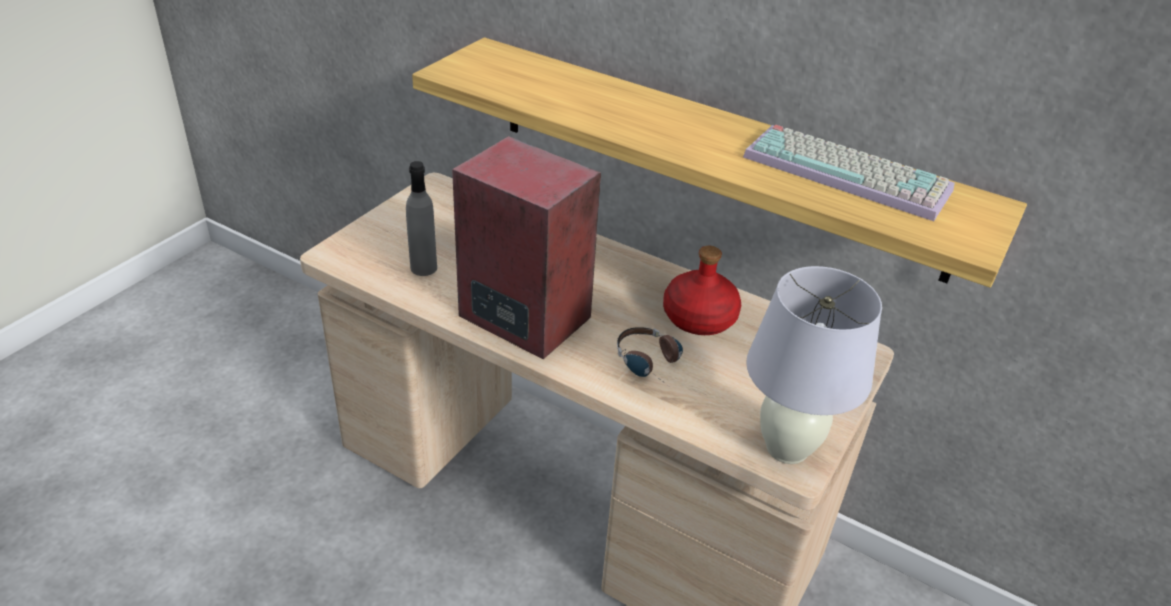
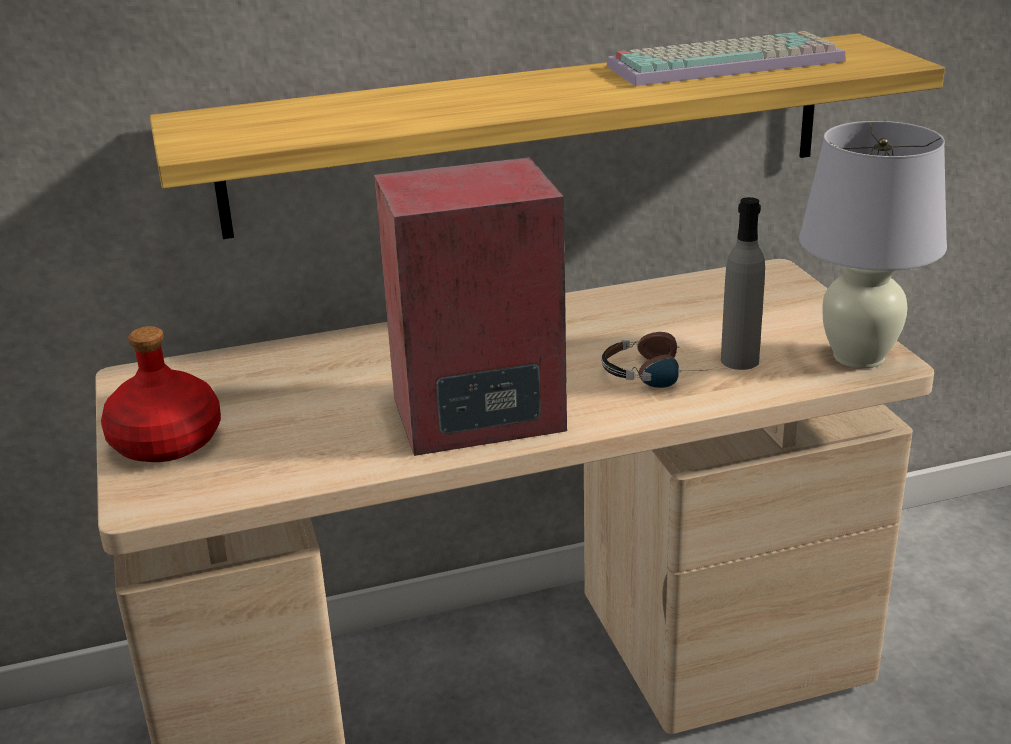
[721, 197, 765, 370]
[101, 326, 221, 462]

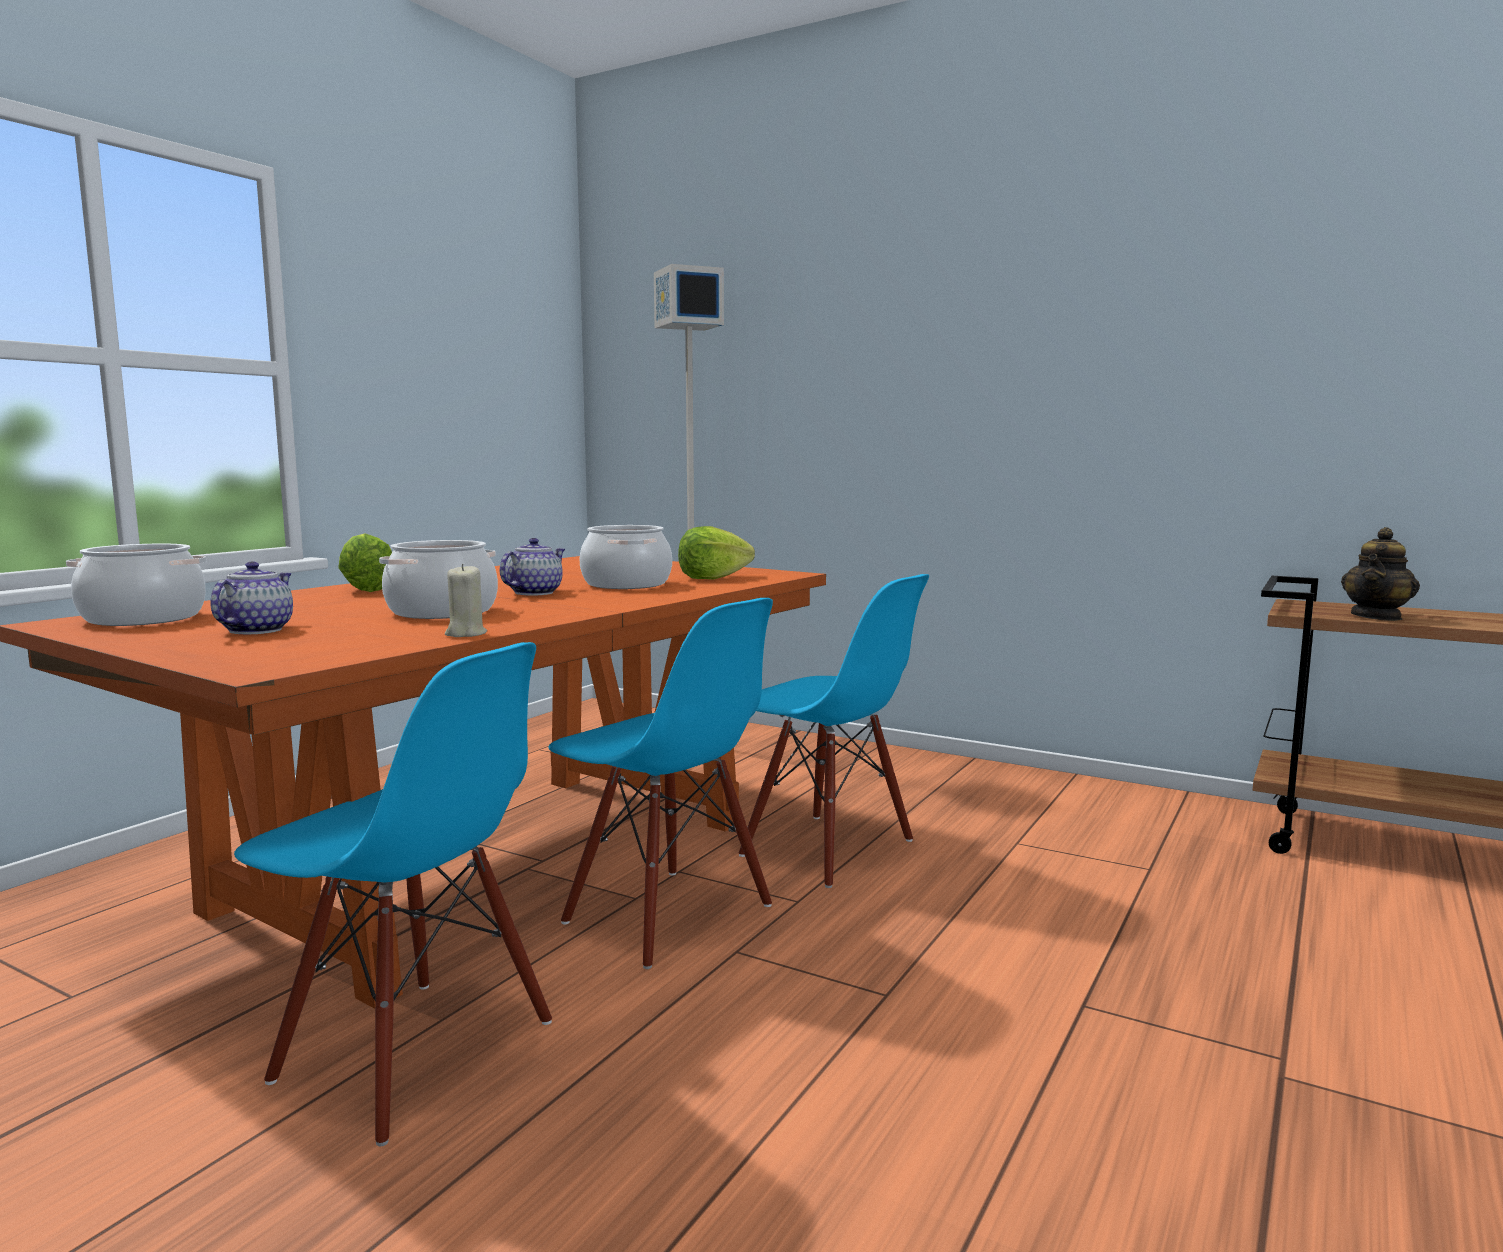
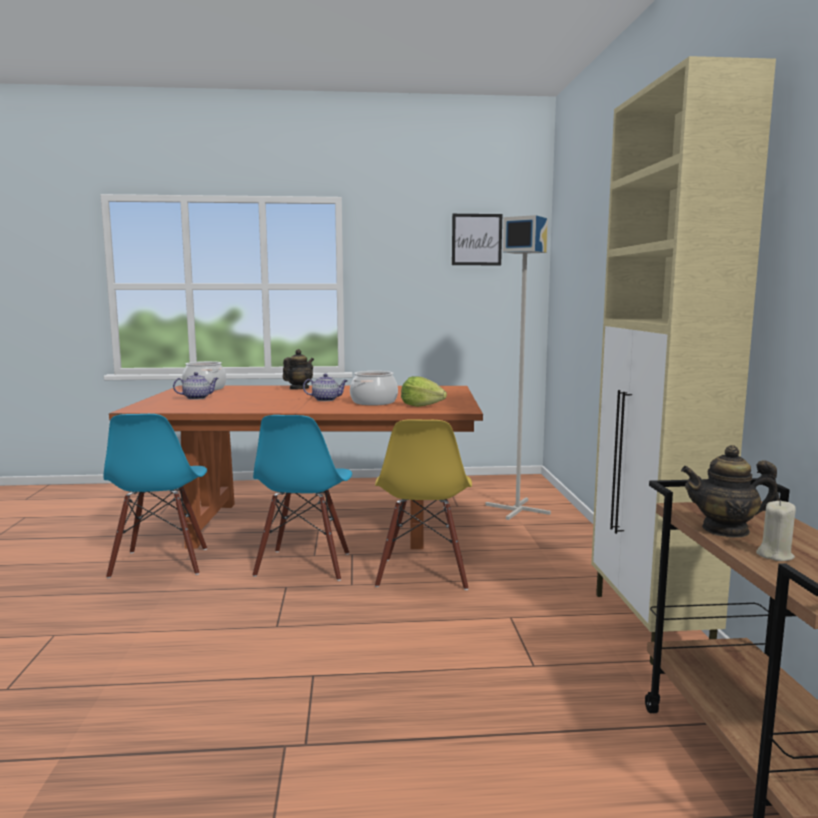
[283, 349, 314, 389]
[379, 540, 498, 619] (first image)
[756, 500, 796, 561]
[375, 419, 472, 590]
[591, 56, 776, 665]
[452, 214, 502, 265]

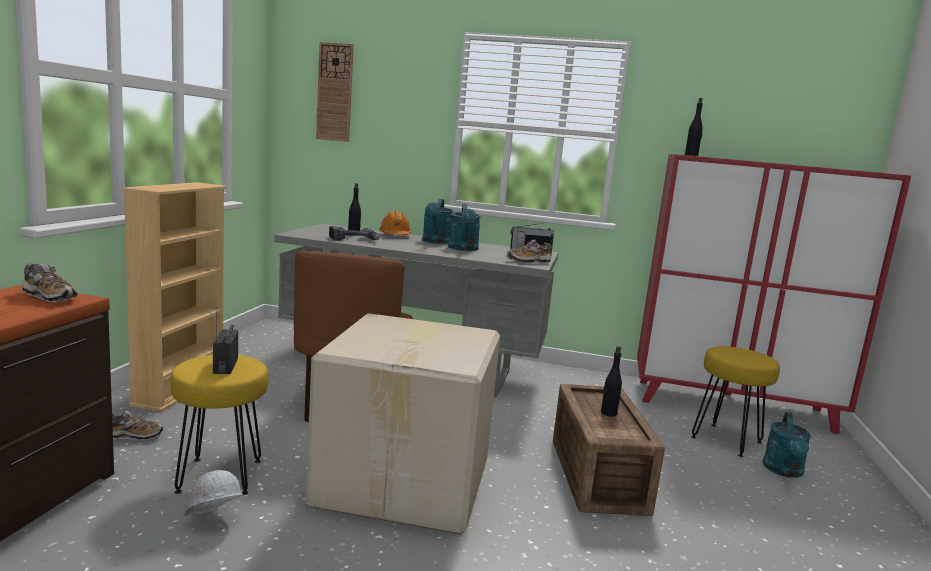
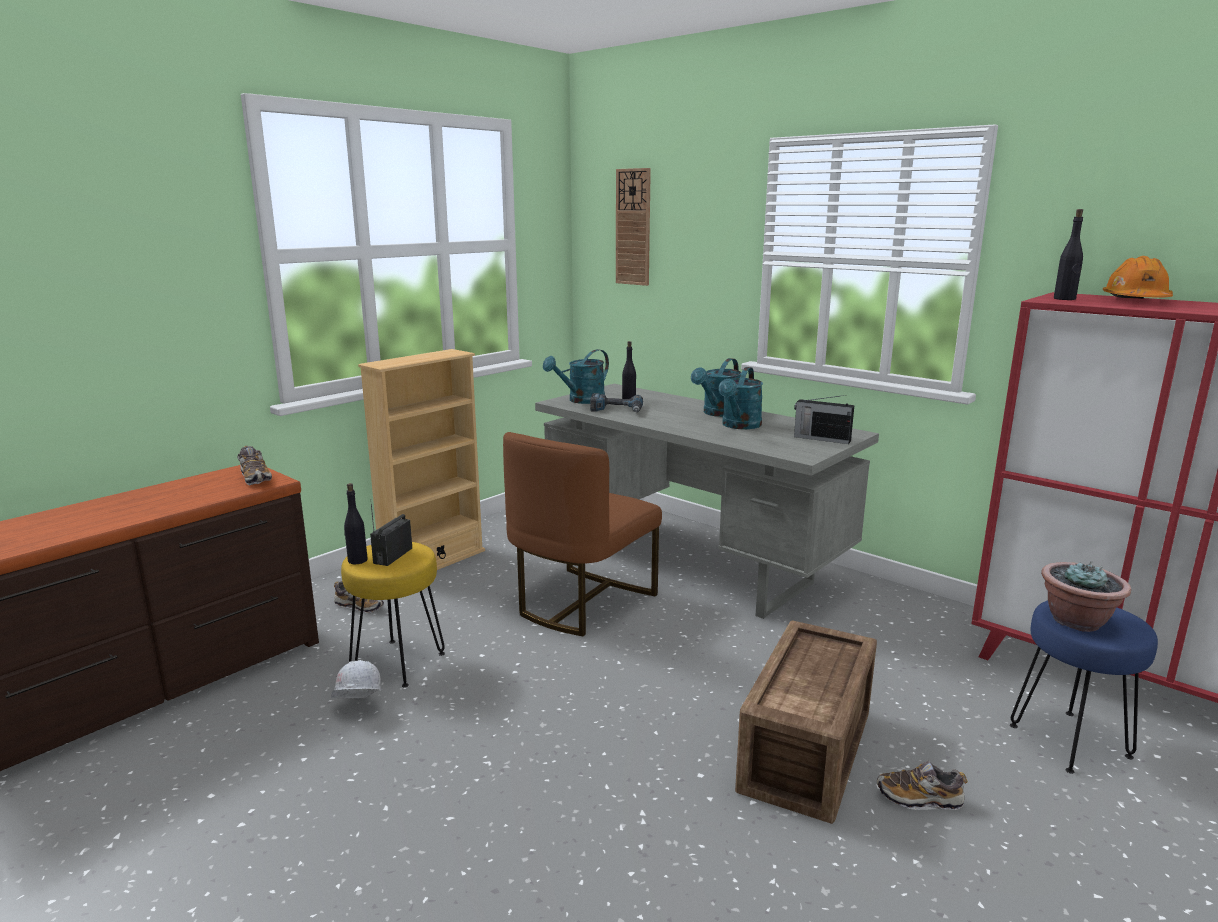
[1103, 256, 1173, 299]
[877, 761, 968, 810]
[306, 313, 500, 535] (first image)
[344, 483, 368, 564]
[1010, 600, 1158, 774]
[543, 349, 609, 404]
[1041, 562, 1131, 632]

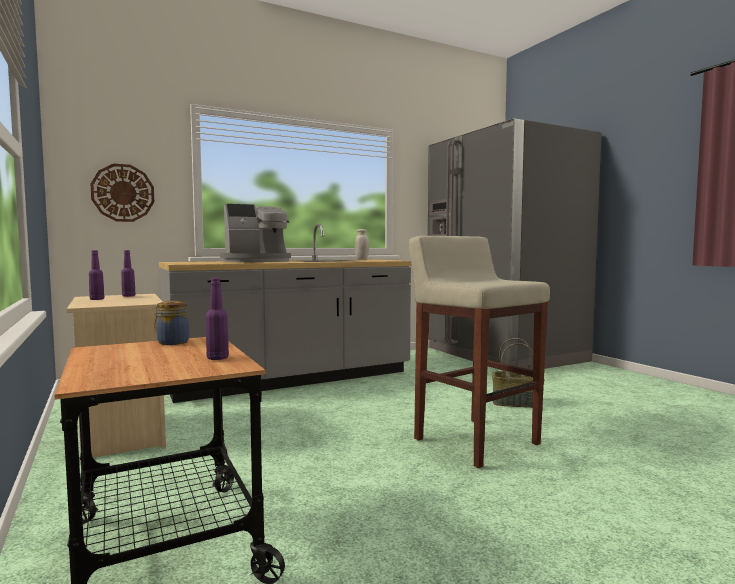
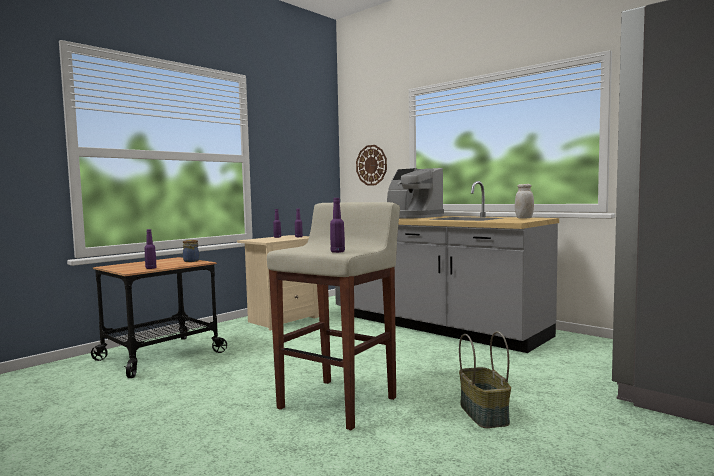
[330, 198, 345, 253]

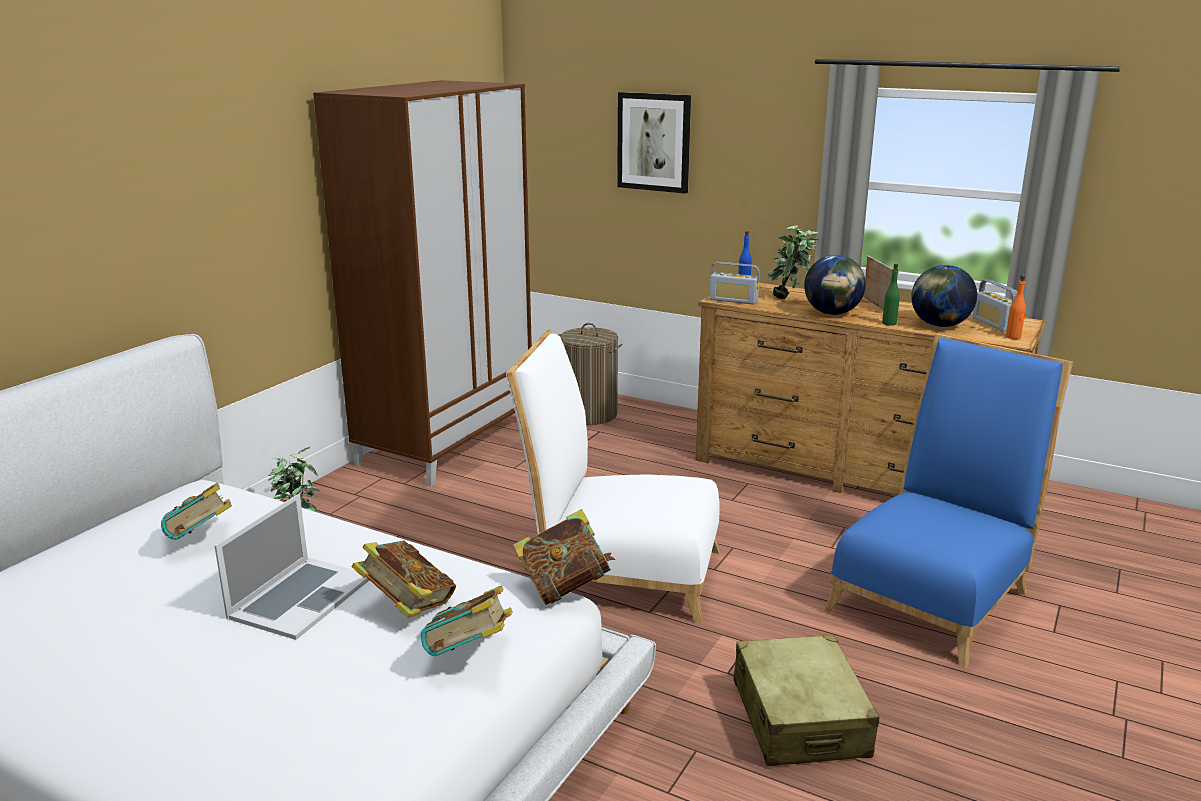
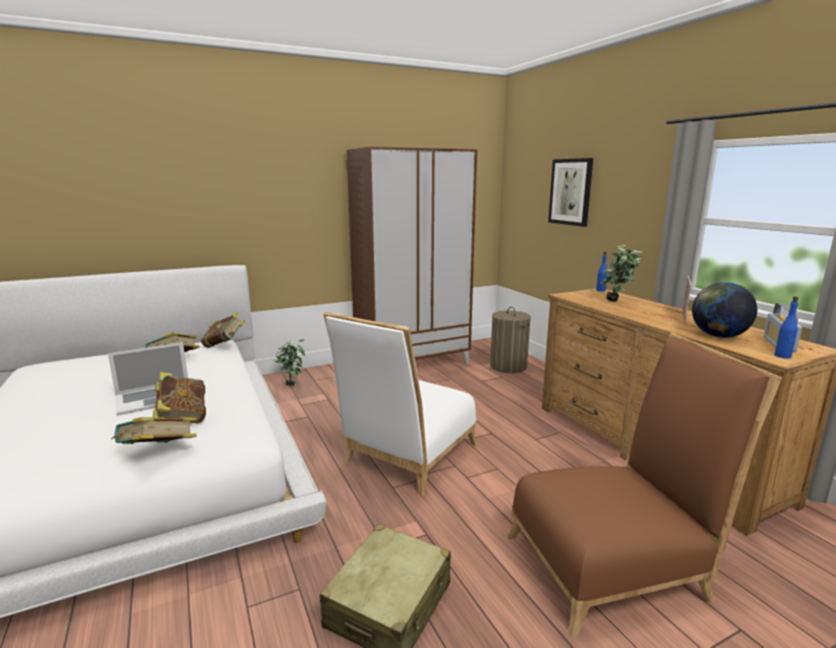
[804, 255, 866, 315] (first image)
[709, 262, 760, 305] (first image)
[882, 264, 900, 326] (first image)
[774, 296, 798, 358]
[323, 312, 477, 497]
[507, 333, 782, 638]
[201, 313, 245, 348]

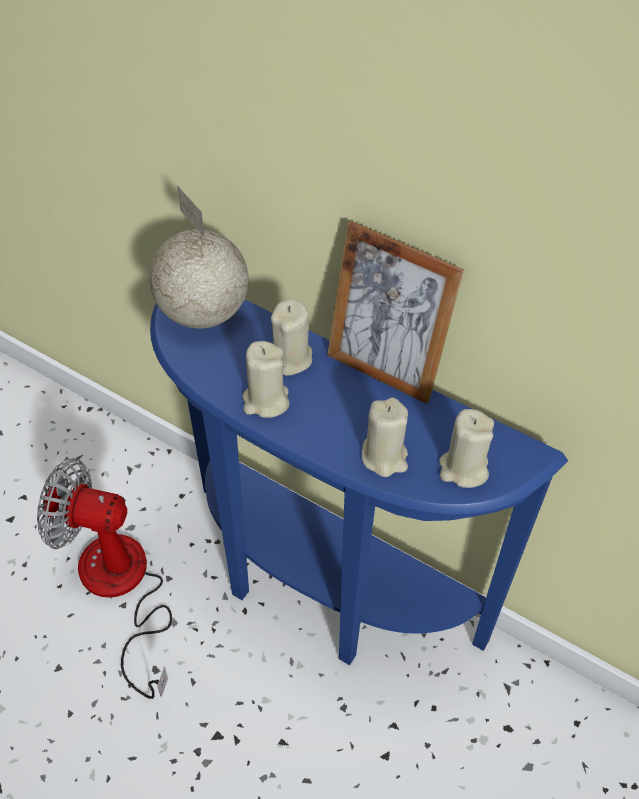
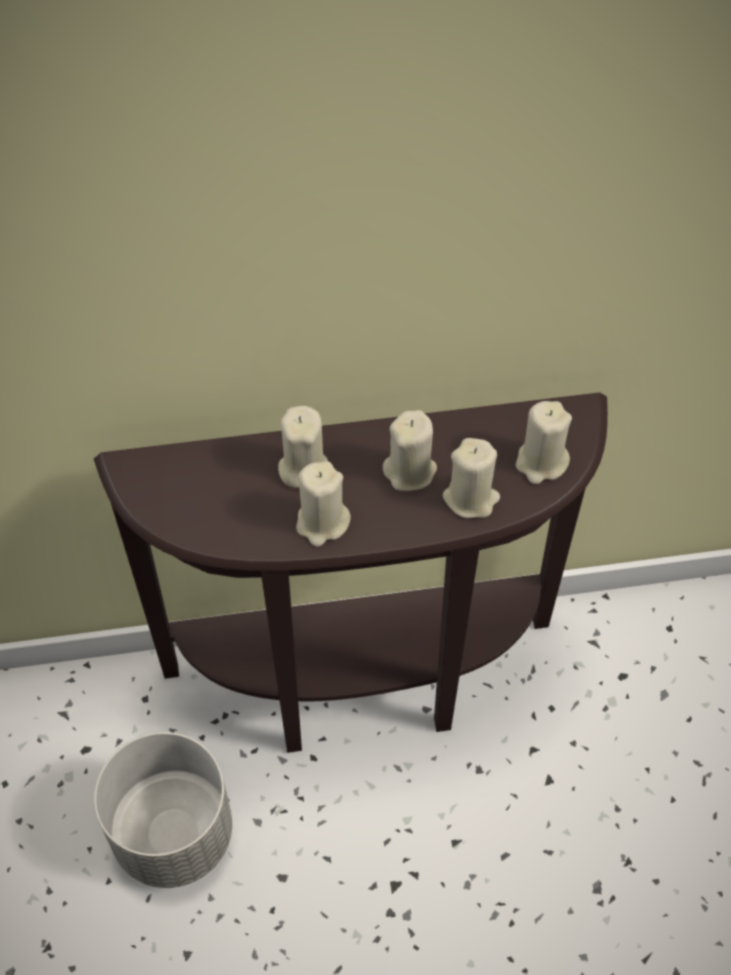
[149, 186, 249, 329] (first image)
[327, 221, 464, 404] (first image)
[94, 393, 608, 753]
[94, 732, 232, 888]
[383, 410, 437, 491]

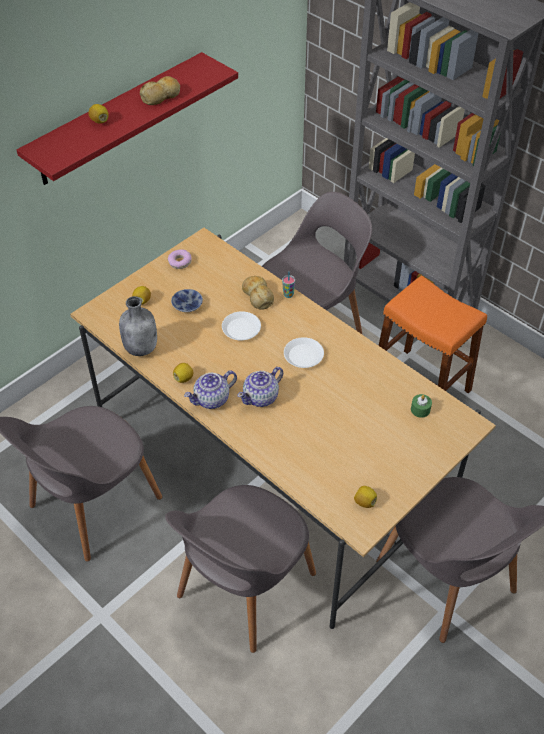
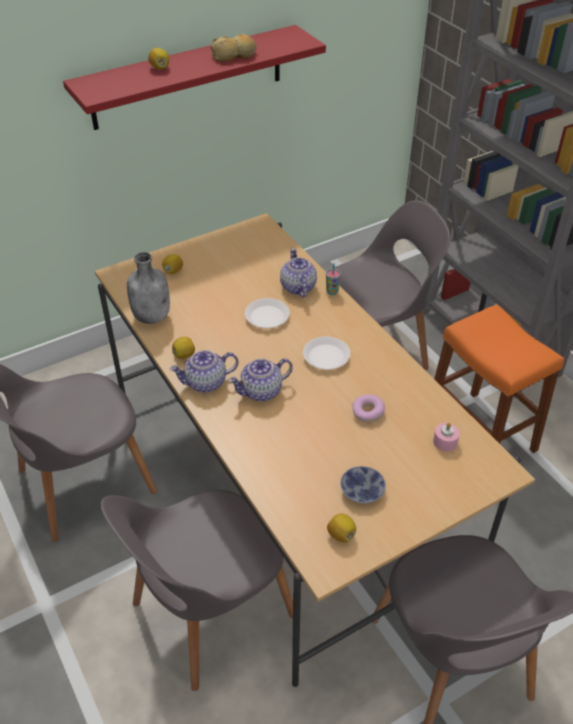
[352, 395, 385, 422]
[280, 248, 317, 298]
[340, 466, 386, 503]
[433, 423, 460, 452]

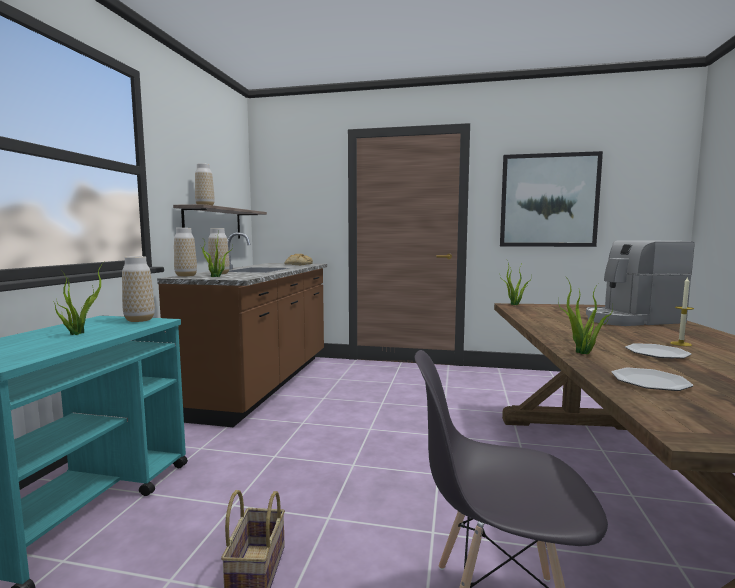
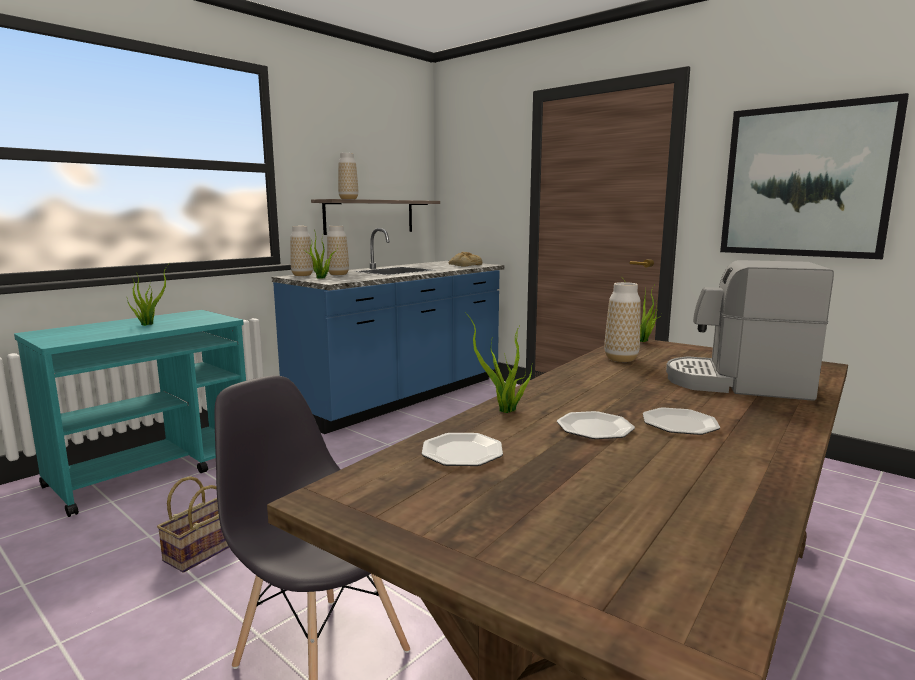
[272, 228, 504, 434]
[604, 282, 641, 362]
[643, 407, 720, 435]

